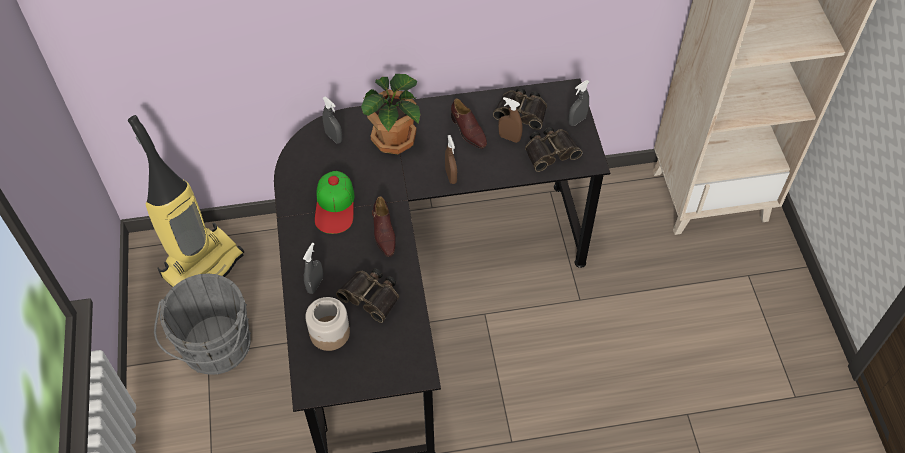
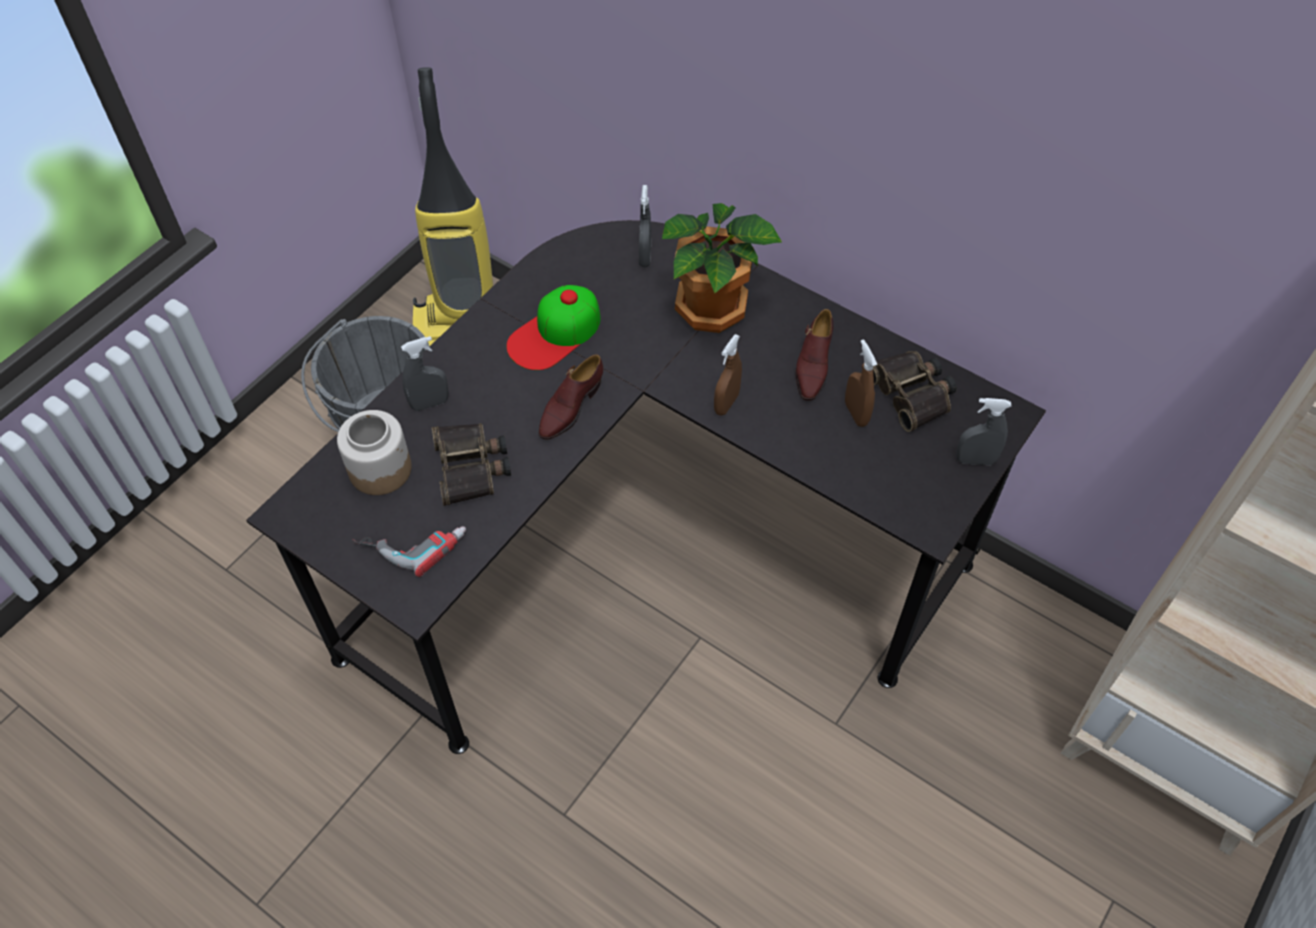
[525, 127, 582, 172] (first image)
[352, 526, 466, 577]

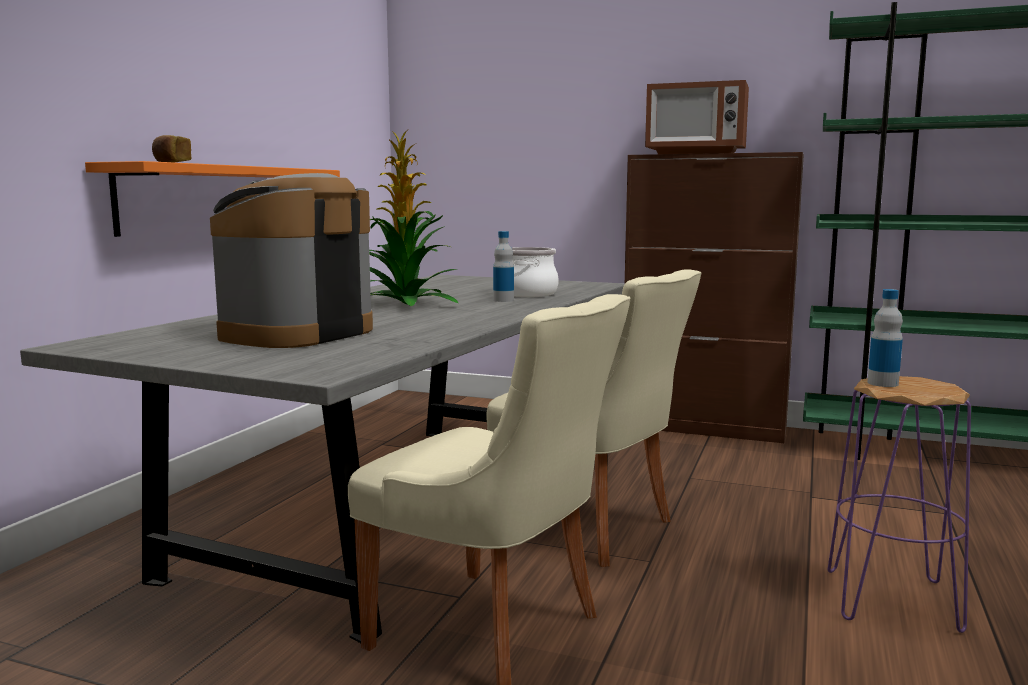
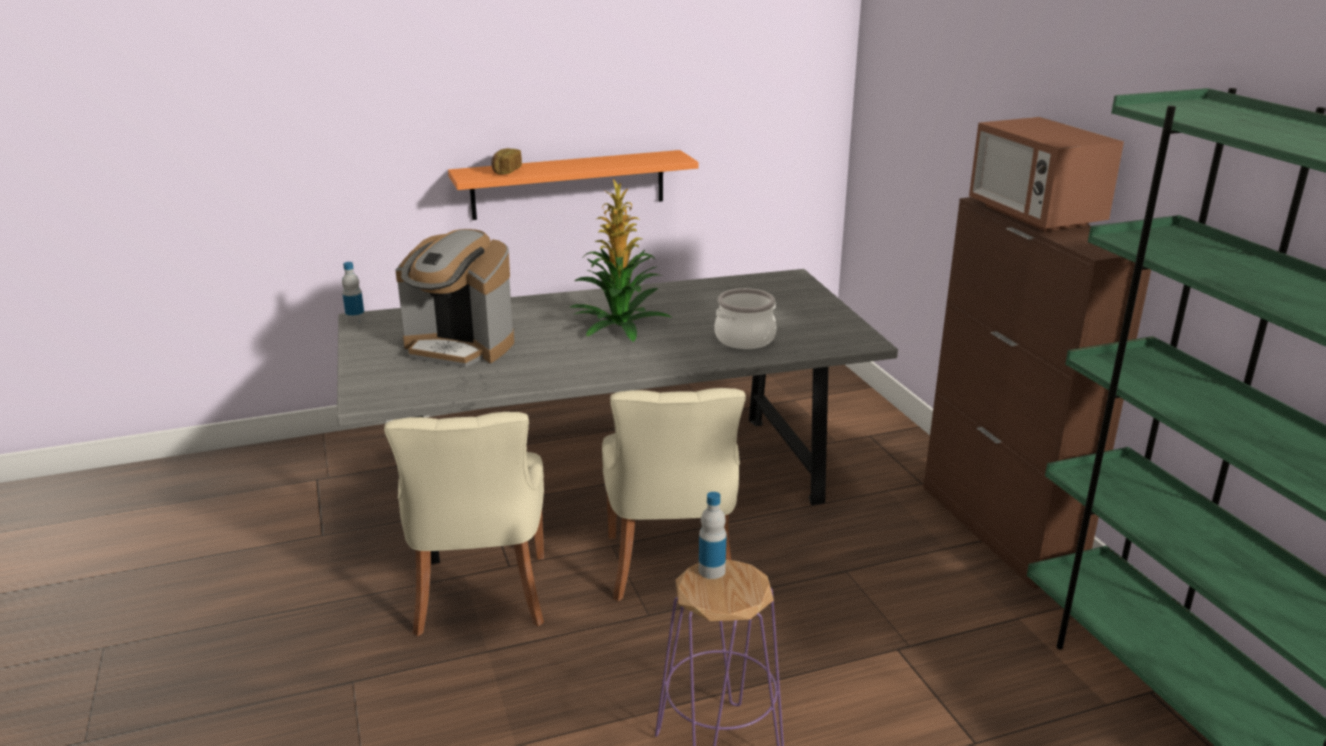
[395, 229, 514, 368]
[342, 262, 365, 324]

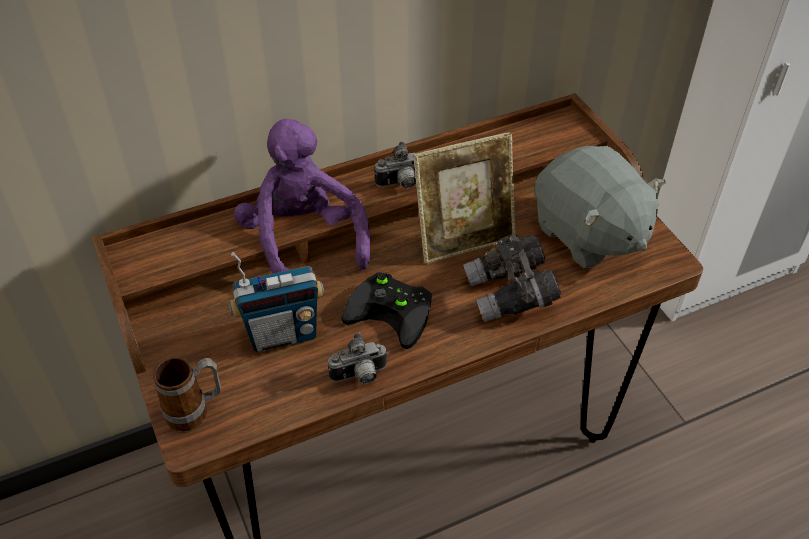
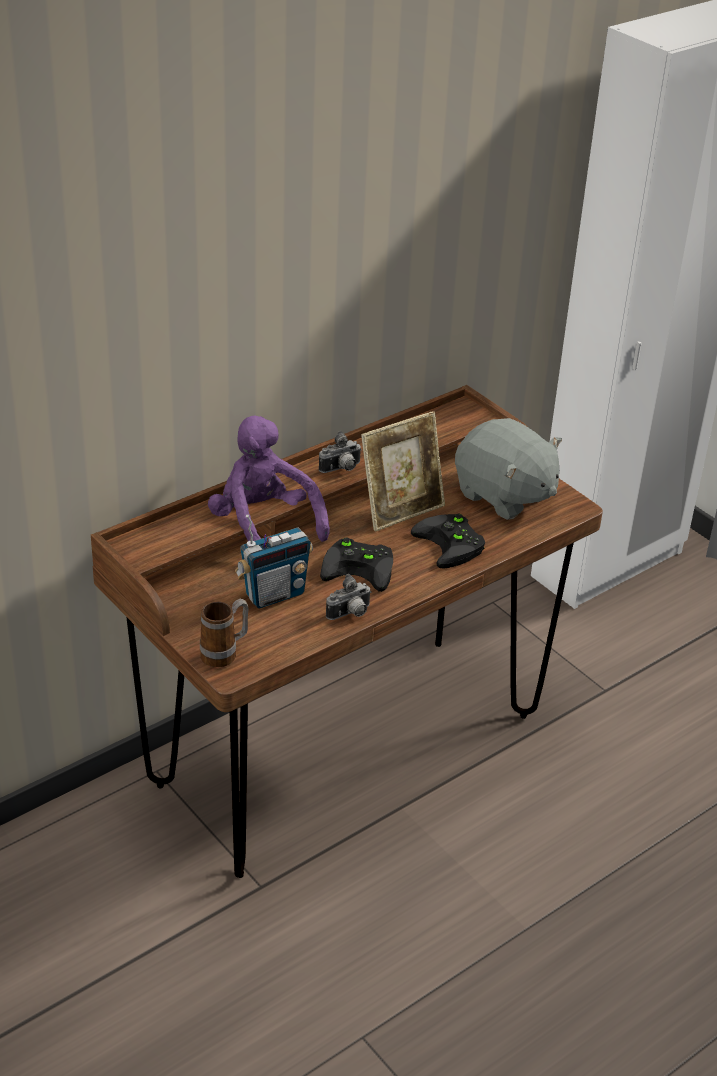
[411, 513, 485, 569]

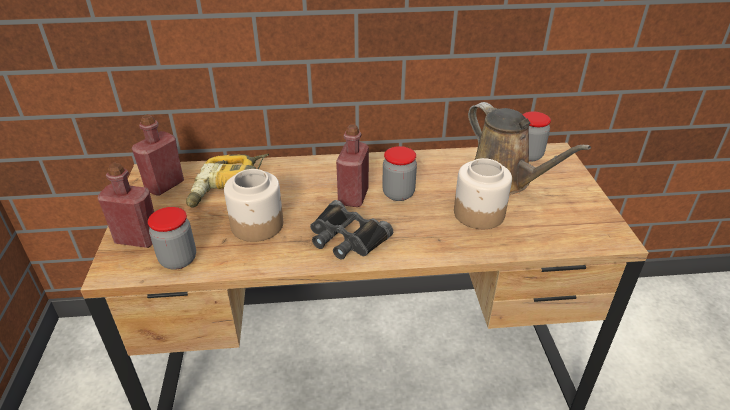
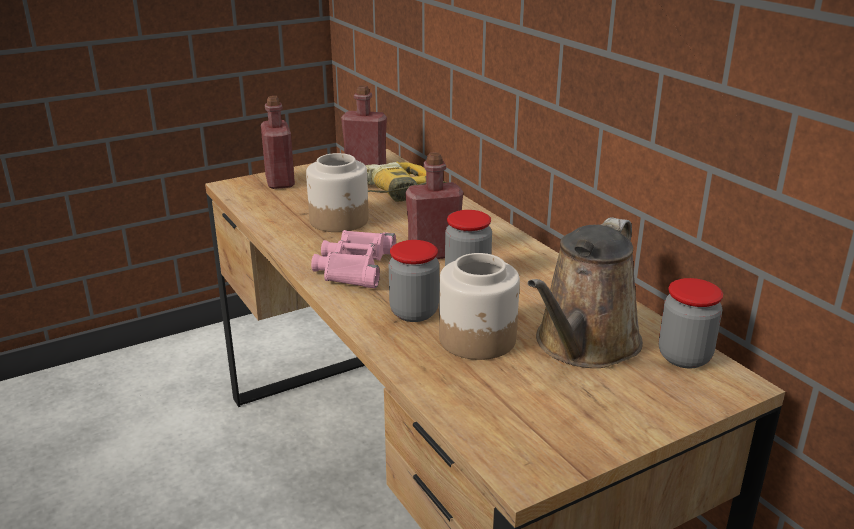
[311, 230, 396, 288]
[389, 240, 439, 322]

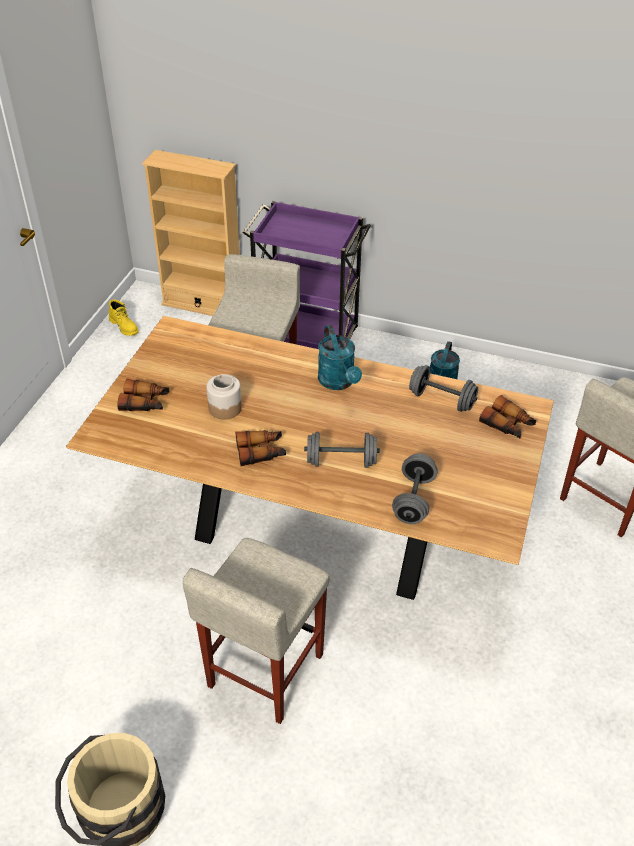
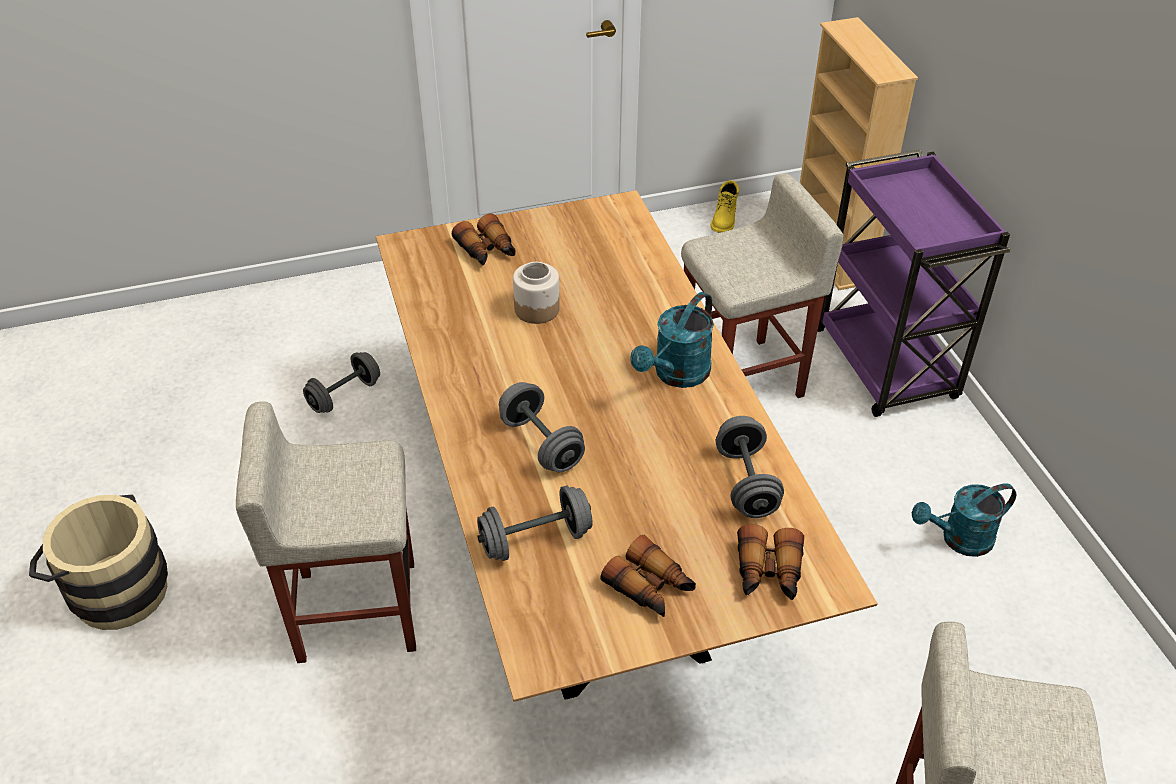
[600, 535, 696, 617]
[303, 352, 380, 413]

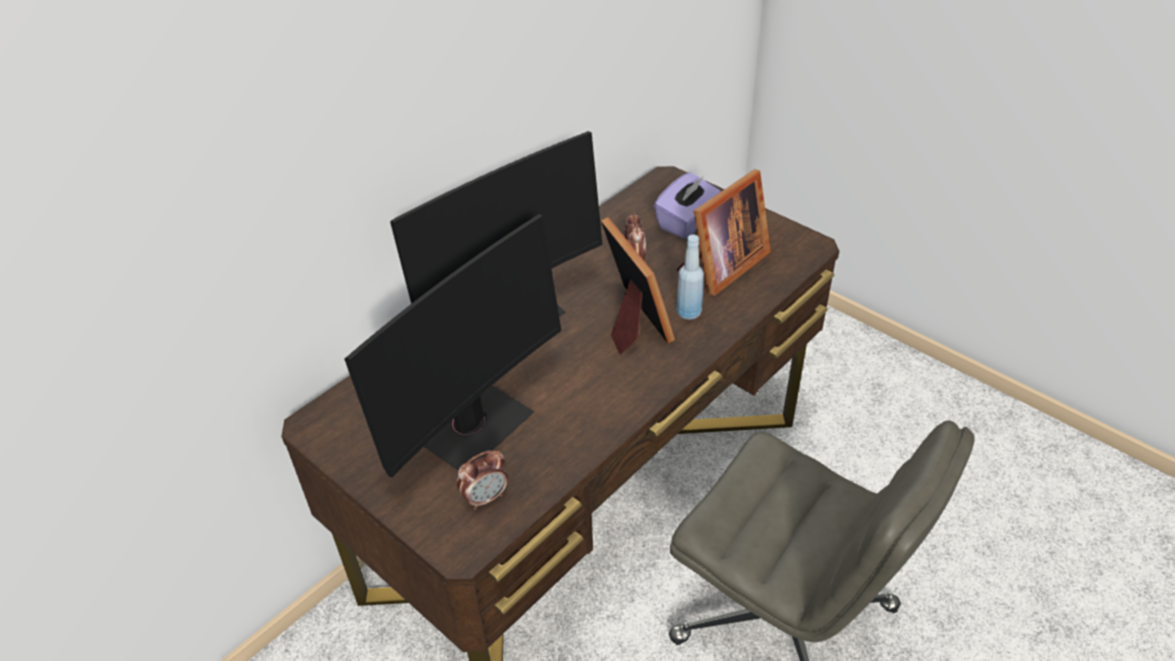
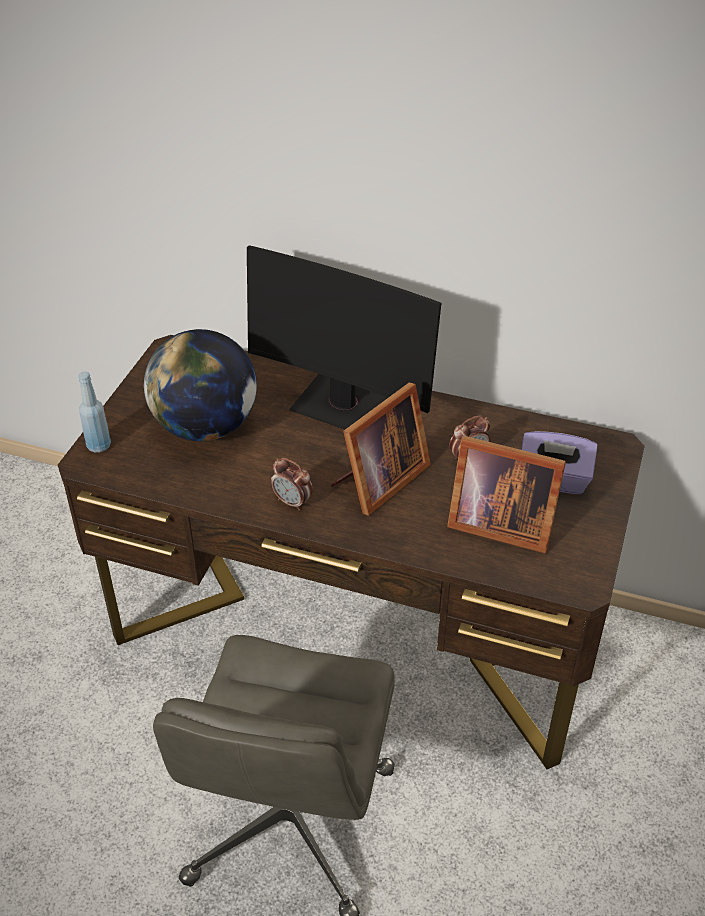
[144, 329, 257, 441]
[79, 371, 111, 453]
[271, 458, 313, 511]

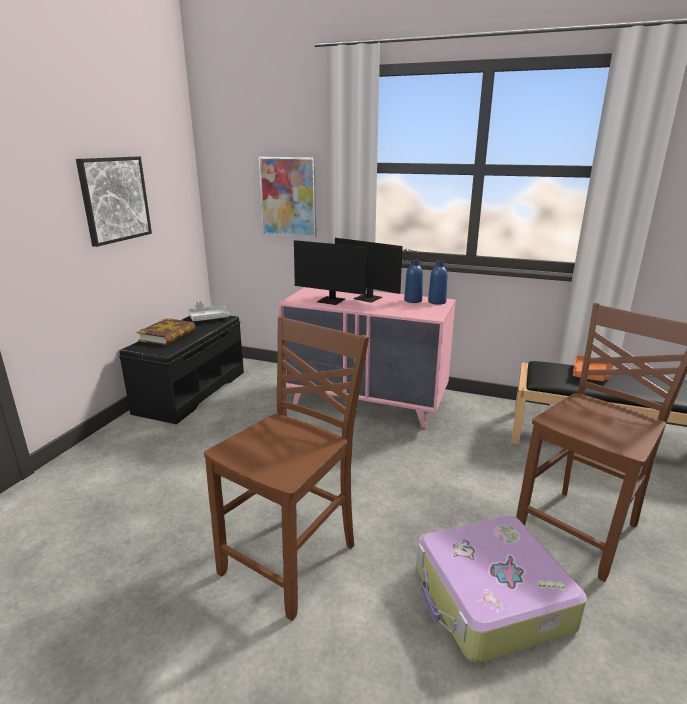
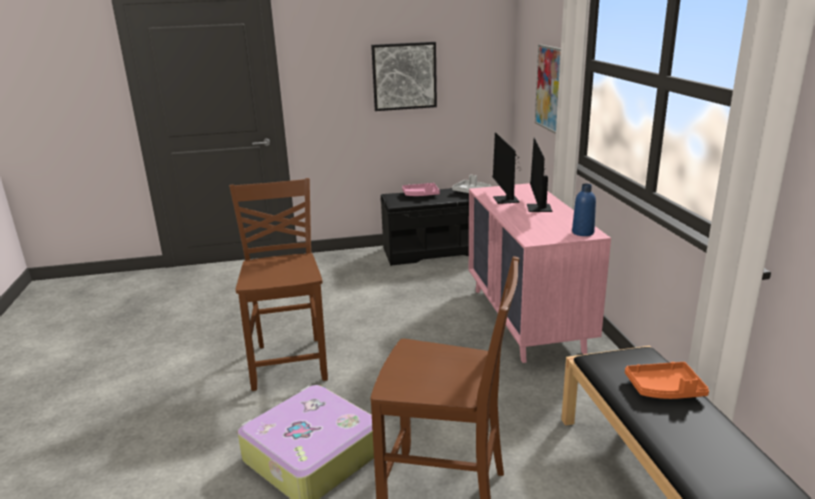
[404, 259, 423, 303] (first image)
[229, 178, 328, 391]
[402, 183, 440, 196]

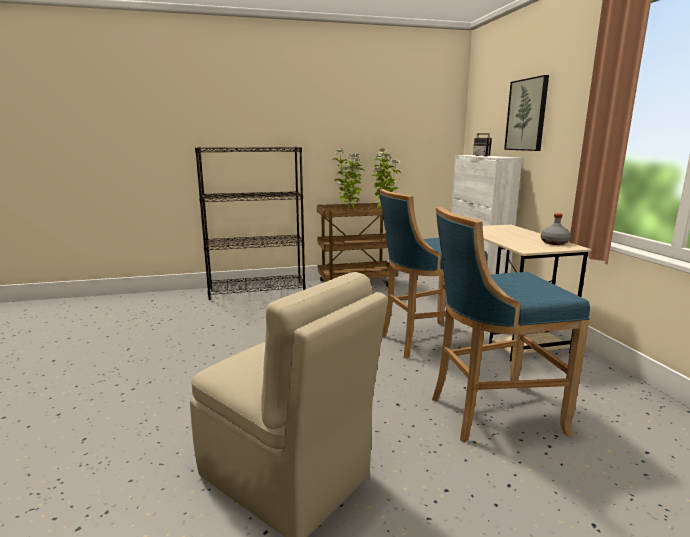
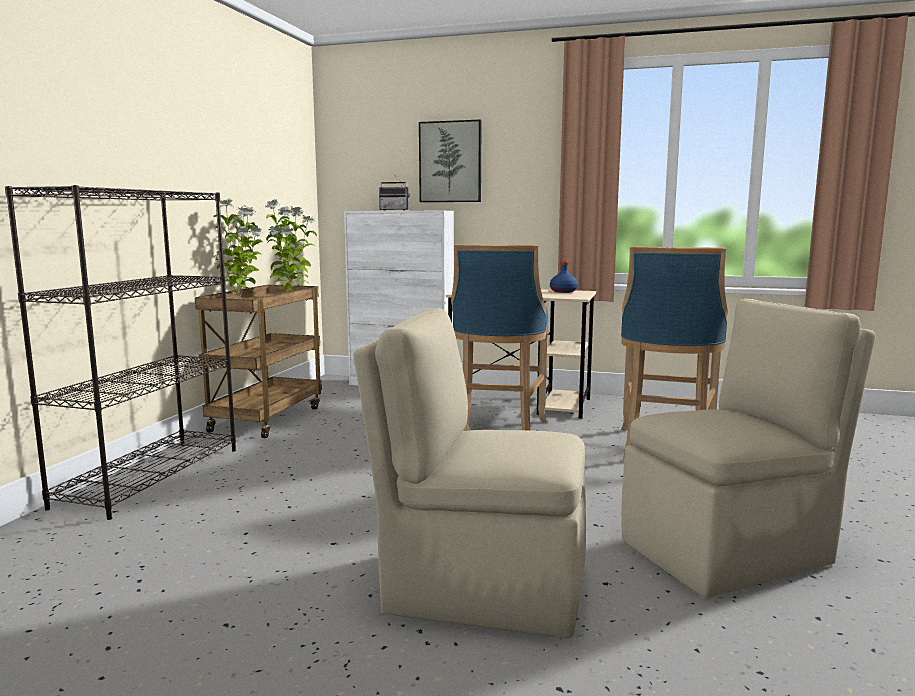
[550, 261, 578, 293]
[353, 308, 586, 638]

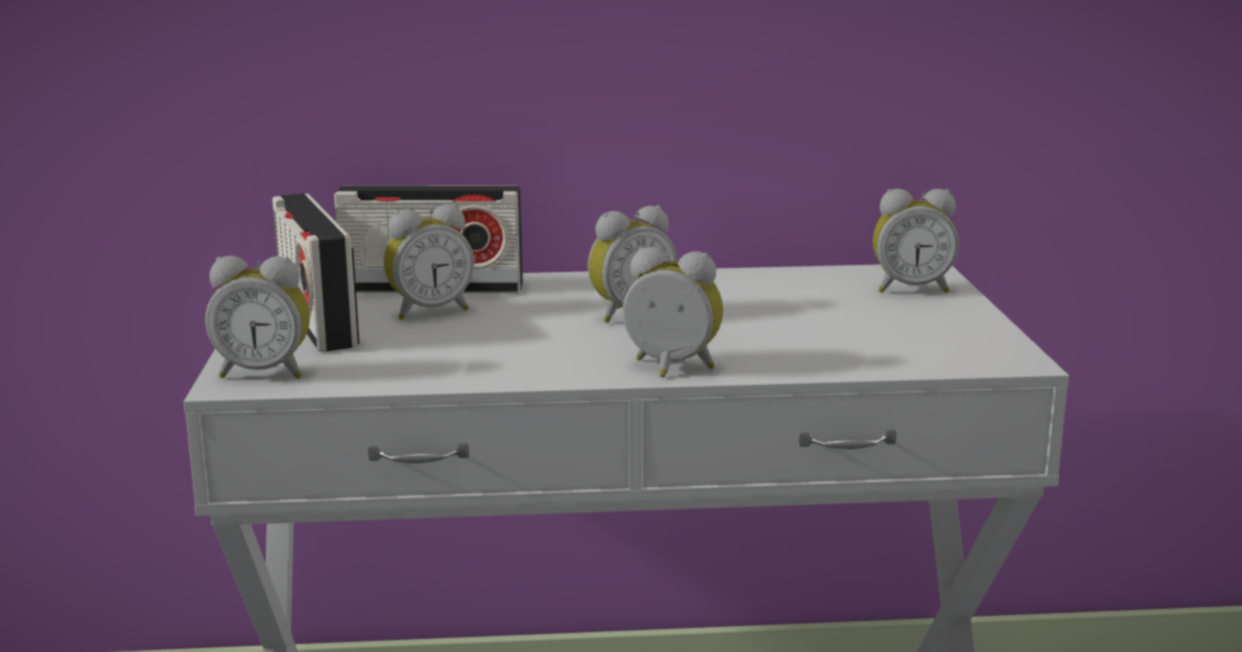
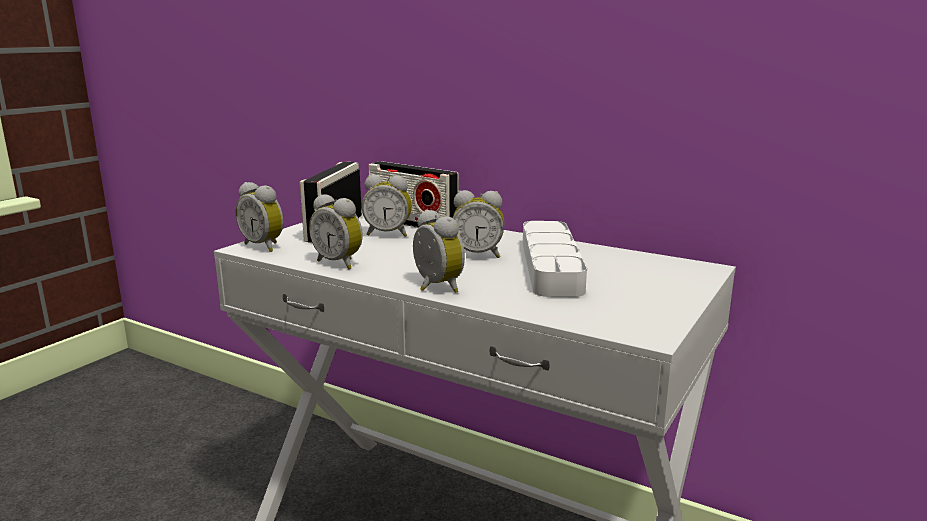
[309, 194, 363, 269]
[523, 221, 587, 297]

